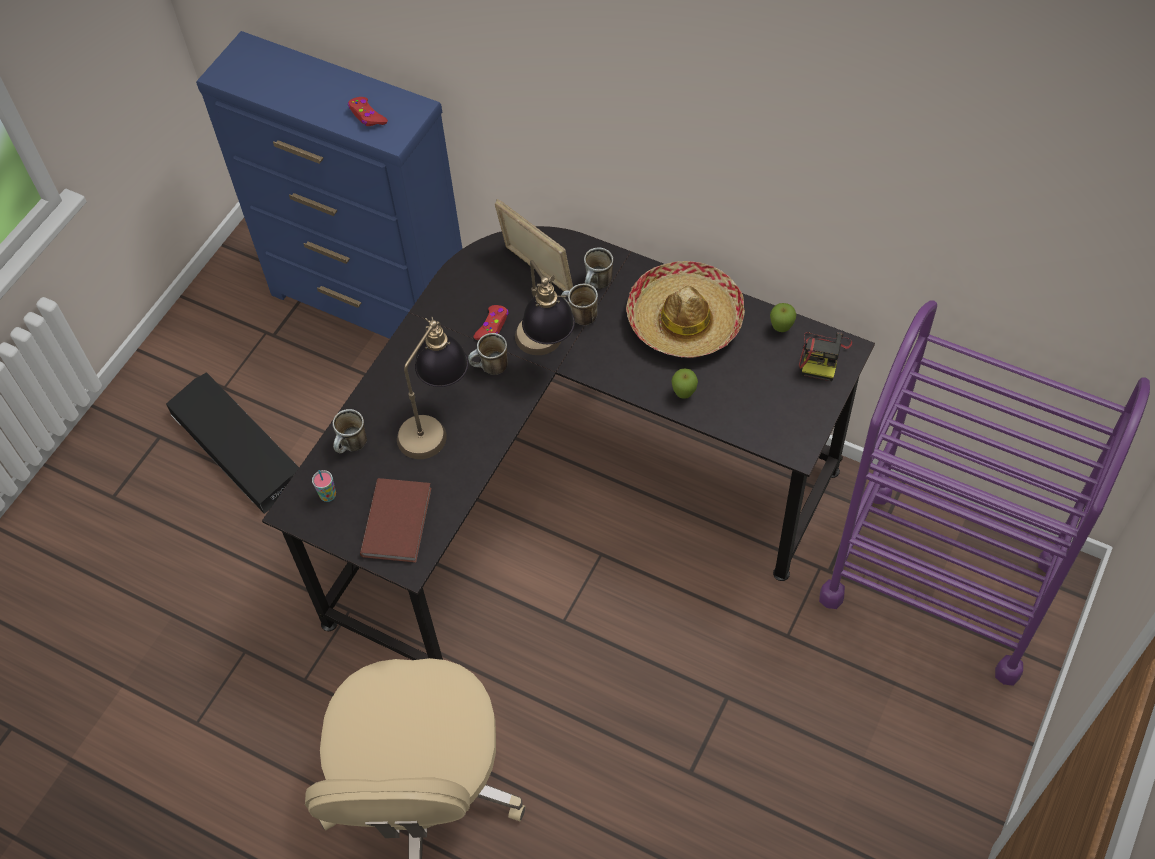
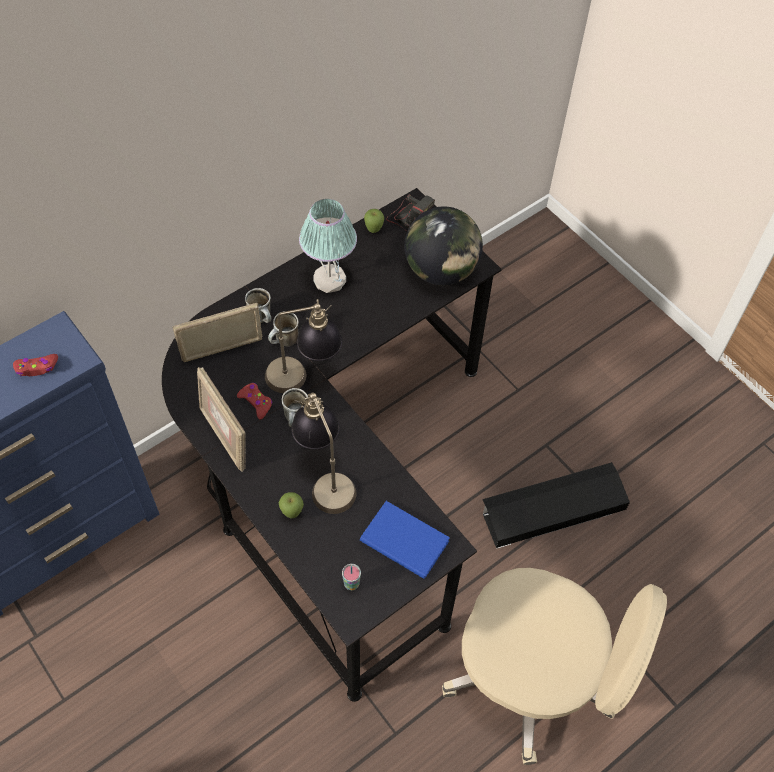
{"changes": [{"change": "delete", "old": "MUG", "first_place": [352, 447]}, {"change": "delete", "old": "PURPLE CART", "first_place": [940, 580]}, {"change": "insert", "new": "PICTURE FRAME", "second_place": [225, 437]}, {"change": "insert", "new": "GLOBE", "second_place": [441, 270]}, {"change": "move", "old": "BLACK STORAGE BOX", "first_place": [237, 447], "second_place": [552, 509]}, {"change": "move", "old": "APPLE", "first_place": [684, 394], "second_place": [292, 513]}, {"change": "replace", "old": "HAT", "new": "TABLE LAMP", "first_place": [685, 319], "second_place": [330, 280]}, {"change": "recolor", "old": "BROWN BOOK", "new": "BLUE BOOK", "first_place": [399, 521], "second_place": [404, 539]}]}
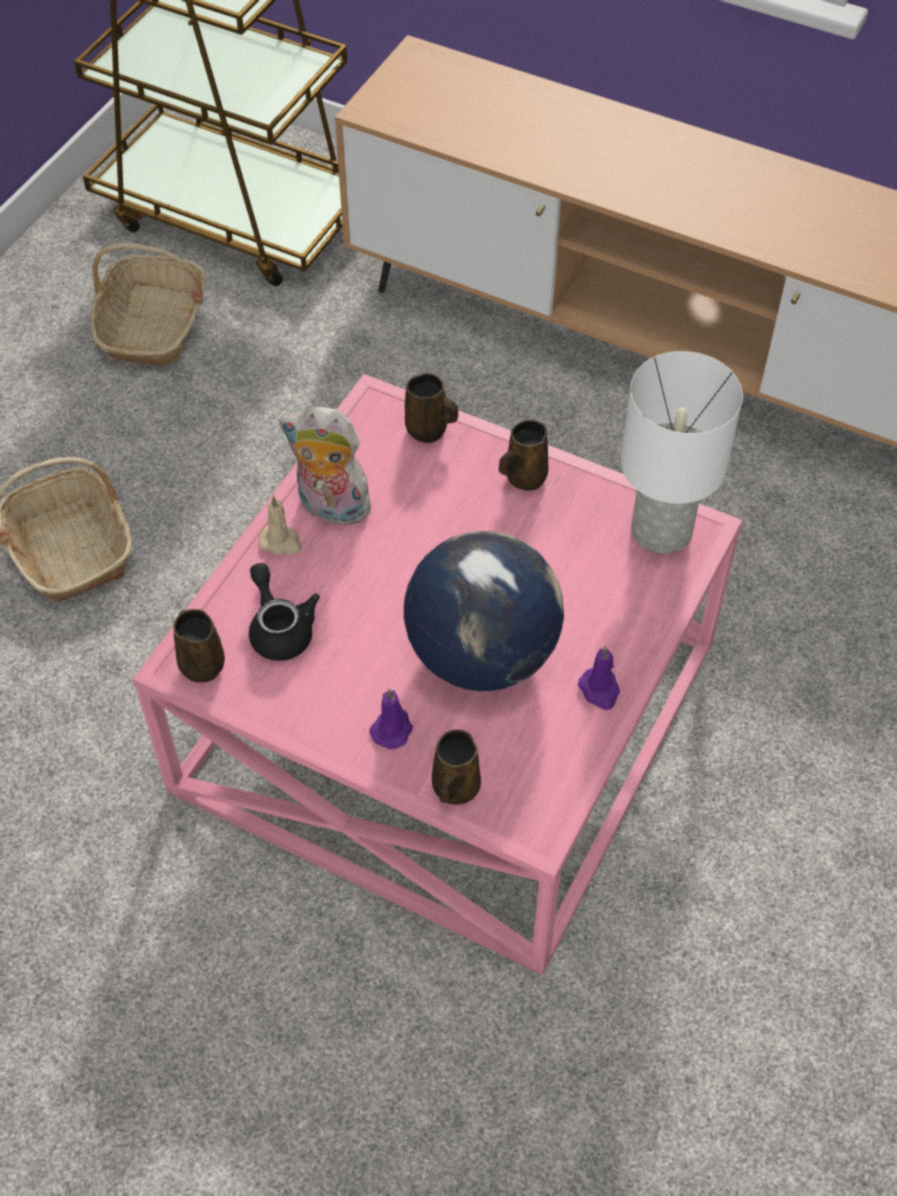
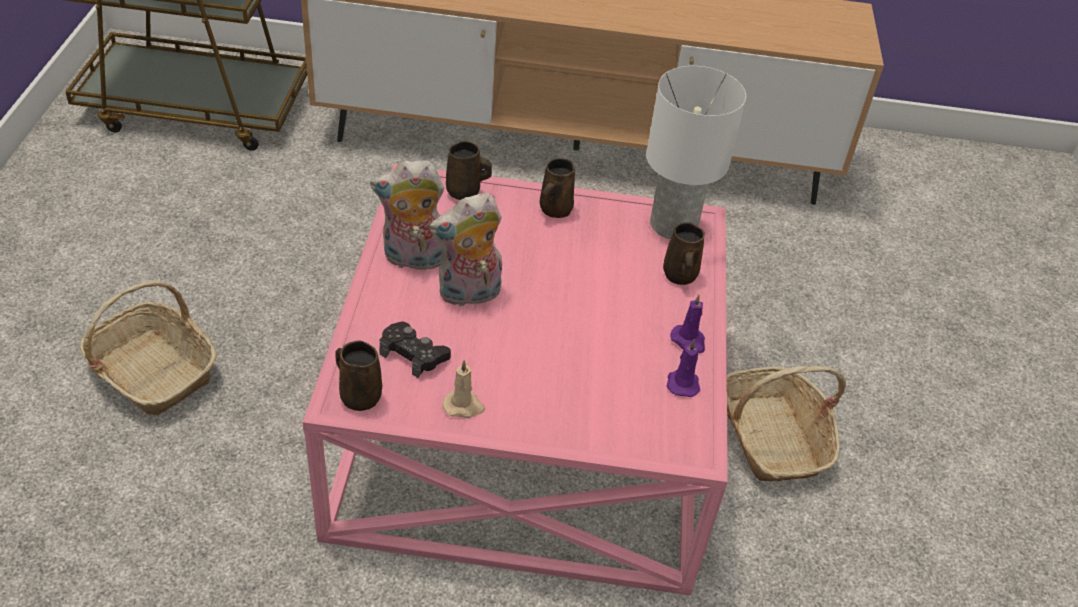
{"changes": [{"change": "delete", "old": "GLOBE", "first_place": [483, 654]}, {"change": "insert", "new": "PLUSH TOY", "second_place": [469, 295]}, {"change": "move", "old": "BASKET", "first_place": [153, 326], "second_place": [772, 438]}, {"change": "move", "old": "BEIGE CANDLE", "first_place": [281, 542], "second_place": [464, 406]}, {"change": "move", "old": "PURPLE CANDLE", "first_place": [392, 729], "second_place": [682, 383]}, {"change": "move", "old": "BROWN MUG", "first_place": [454, 789], "second_place": [679, 276]}, {"change": "replace", "old": "BLACK TEAPOT", "new": "BLACK GAME CONTROLLER", "first_place": [280, 628], "second_place": [413, 354]}]}
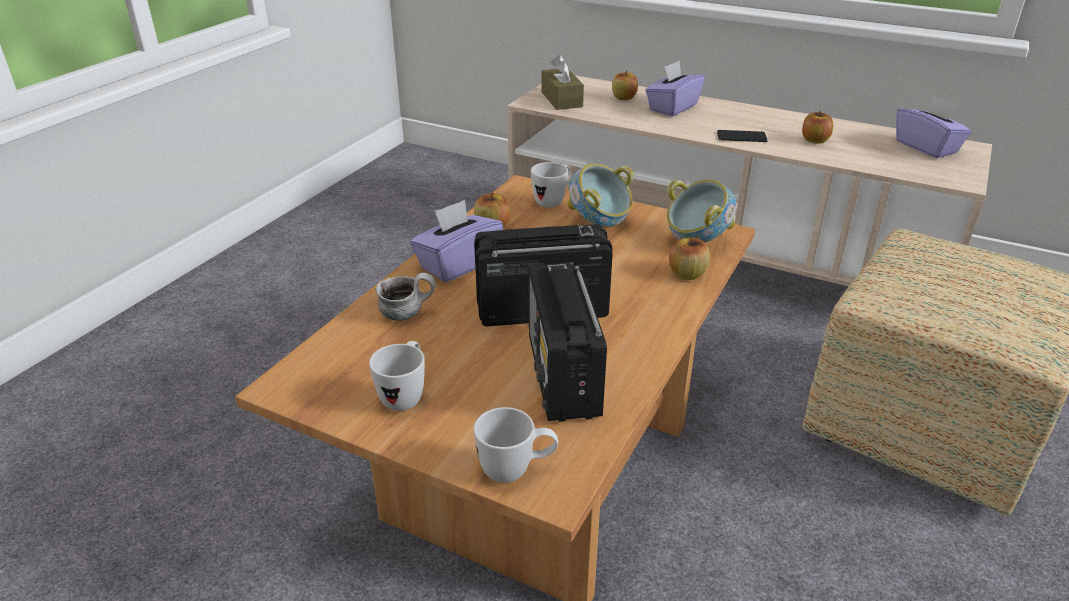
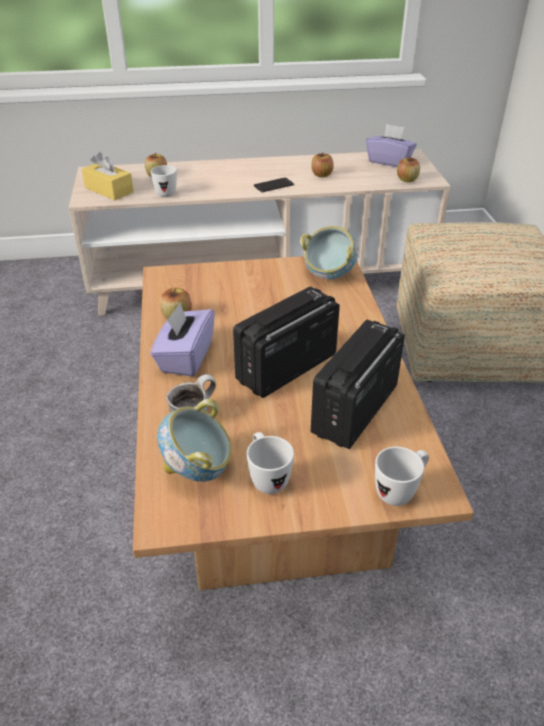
{"changes": [{"change": "delete", "old": "PURPLE TISSUE BOX", "first_place": [672, 107]}, {"change": "move", "old": "WHITE MUG", "first_place": [553, 201], "second_place": [166, 192]}, {"change": "move", "old": "BOWL", "first_place": [599, 224], "second_place": [198, 470]}, {"change": "move", "old": "APPLE", "first_place": [687, 274], "second_place": [407, 180]}, {"change": "recolor", "old": "BROWN TISSUE BOX", "new": "YELLOW TISSUE BOX", "first_place": [561, 99], "second_place": [109, 190]}, {"change": "rotate", "old": "RADIO", "first_place": [563, 376], "second_place": [354, 410], "degrees": 75}]}
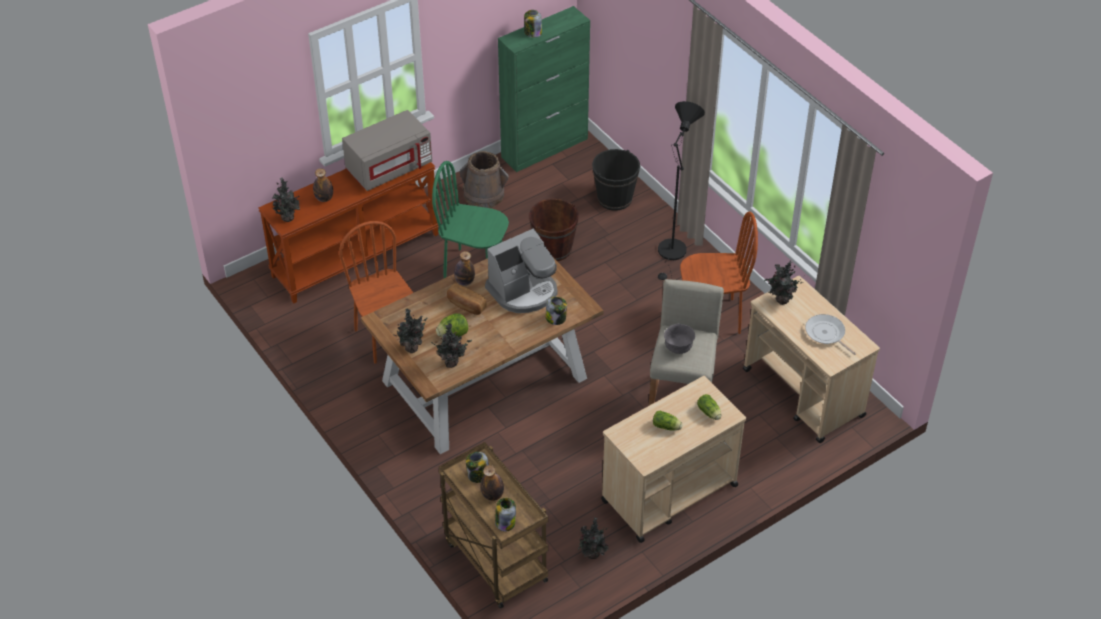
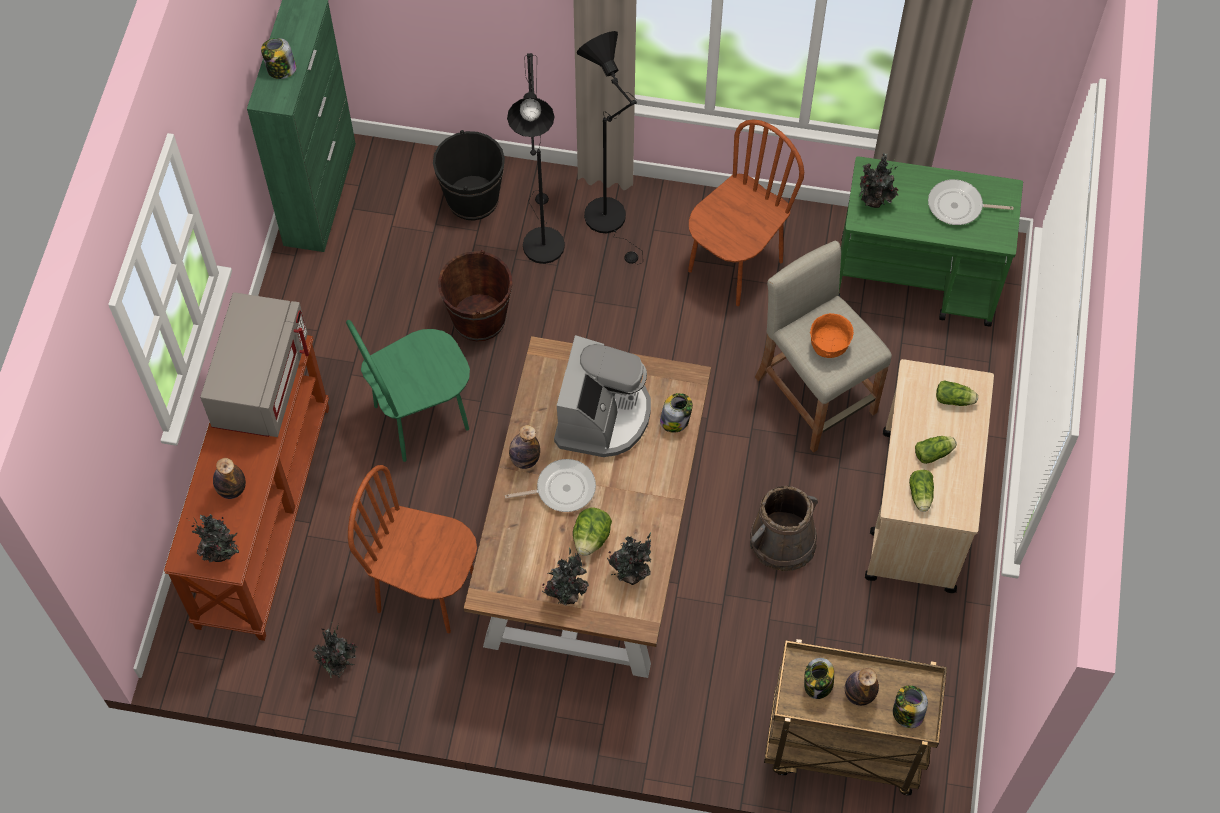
{"changes": [{"change": "insert", "new": "BLACK FLOOR LAMP", "second_place": [541, 238]}, {"change": "insert", "new": "LETTUCE", "second_place": [920, 496]}, {"change": "move", "old": "BROWN BUCKET", "first_place": [484, 195], "second_place": [782, 541]}, {"change": "move", "old": "POTTED PLANT", "first_place": [592, 555], "second_place": [338, 665]}, {"change": "replace", "old": "BREAD", "new": "FRYING PAN", "first_place": [466, 305], "second_place": [562, 489]}, {"change": "recolor", "old": "GREY BOWL", "new": "ORANGE BOWL", "first_place": [678, 348], "second_place": [829, 346]}, {"change": "recolor", "old": "BEIGE CART", "new": "GREEN CART", "first_place": [803, 394], "second_place": [916, 281]}]}
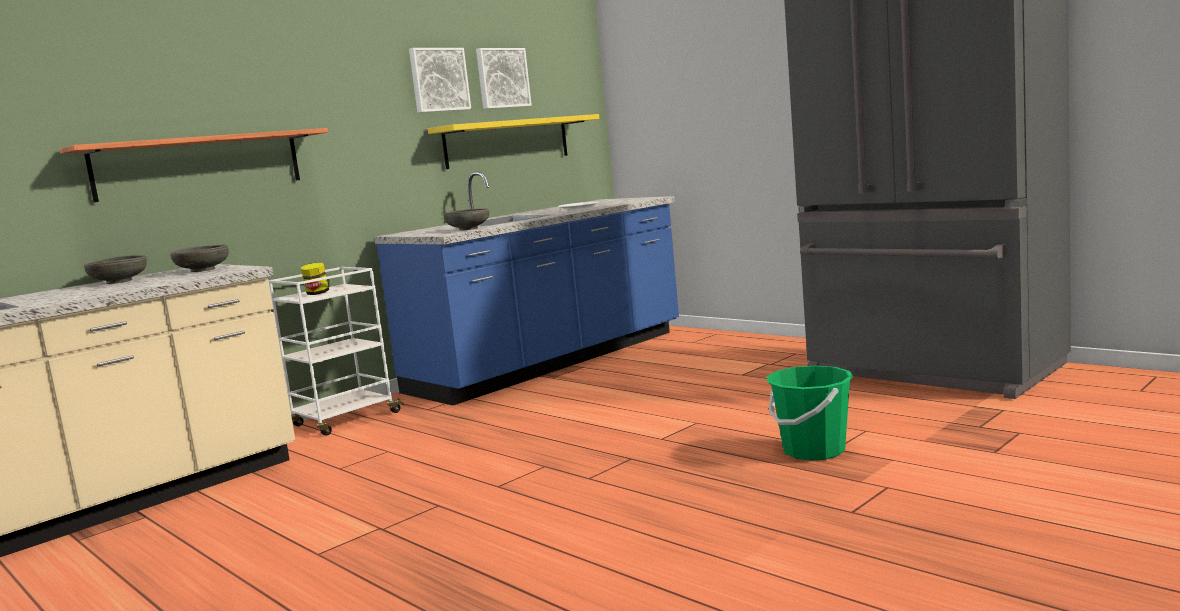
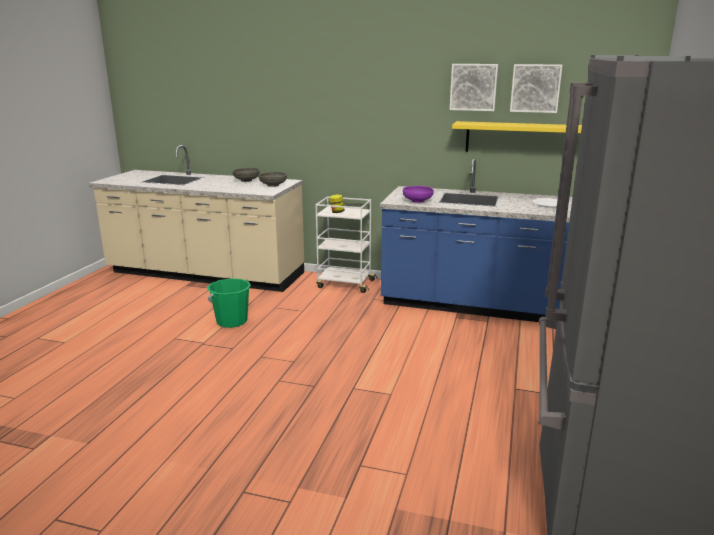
{"changes": [{"change": "delete", "old": "SHELF", "first_place": [199, 164]}, {"change": "move", "old": "GREEN BUCKET", "first_place": [813, 450], "second_place": [231, 321]}, {"change": "recolor", "old": "GREY BOWL", "new": "PURPLE BOWL", "first_place": [468, 229], "second_place": [417, 201]}]}
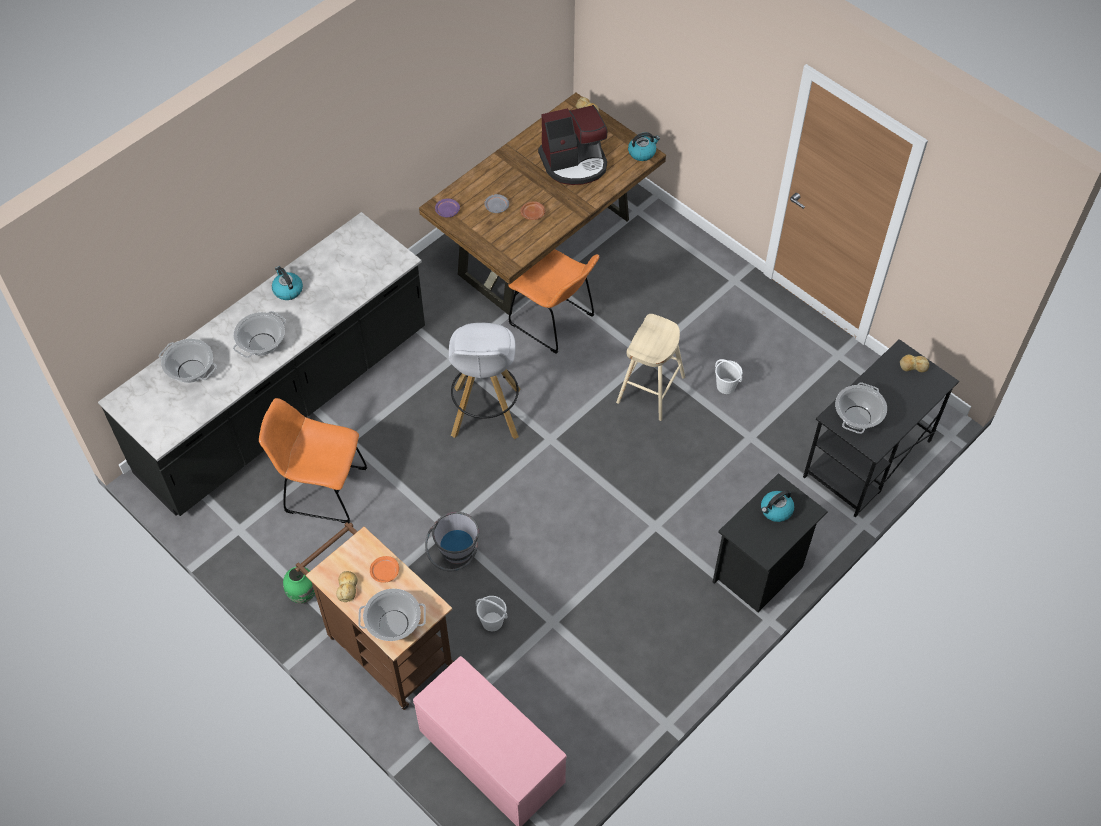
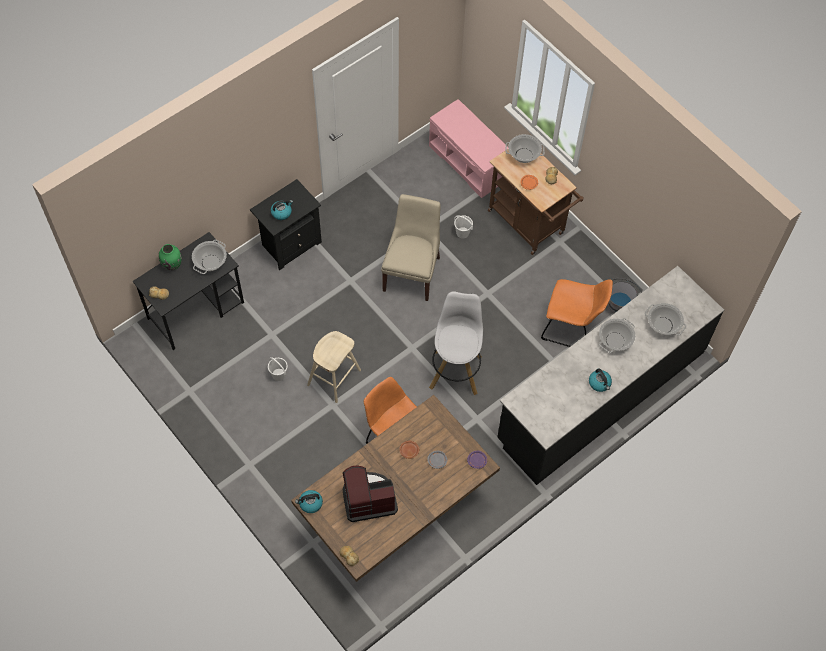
{"changes": [{"change": "insert", "new": "BEIGE CHAIR", "second_place": [412, 272]}, {"change": "move", "old": "GREEN VASE", "first_place": [302, 595], "second_place": [172, 264]}, {"change": "move", "old": "GREY BUCKET", "first_place": [455, 556], "second_place": [620, 302]}]}
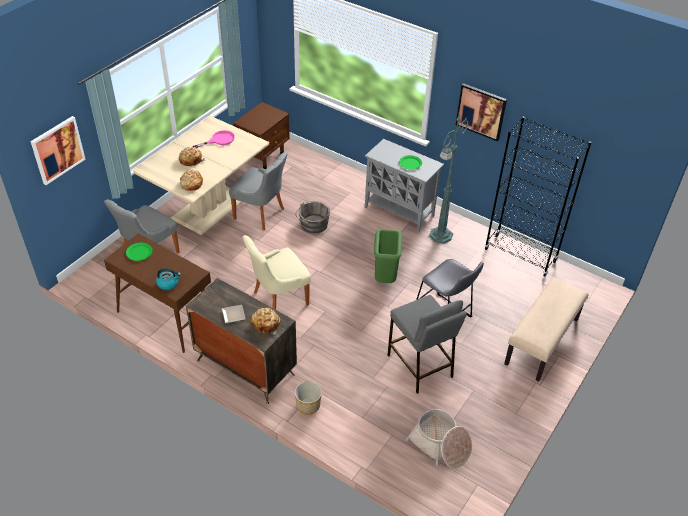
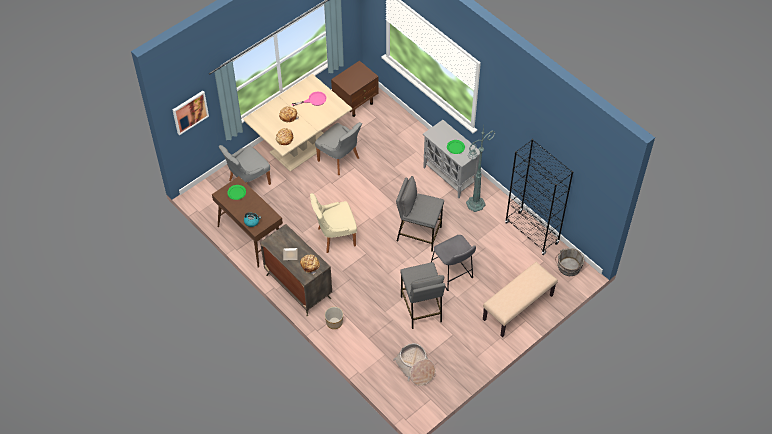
{"changes": [{"change": "delete", "old": "PICTURE", "first_place": [481, 111]}, {"change": "move", "old": "GREY BUCKET", "first_place": [313, 225], "second_place": [568, 267]}, {"change": "replace", "old": "GREEN TRASH CAN", "new": "GREY STOOL", "first_place": [384, 278], "second_place": [418, 234]}]}
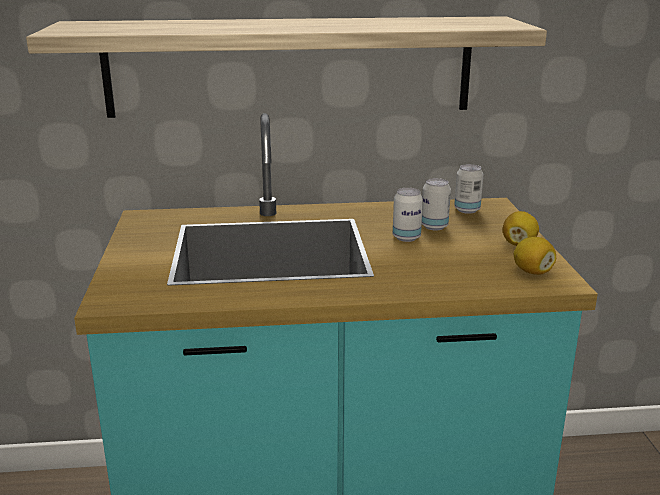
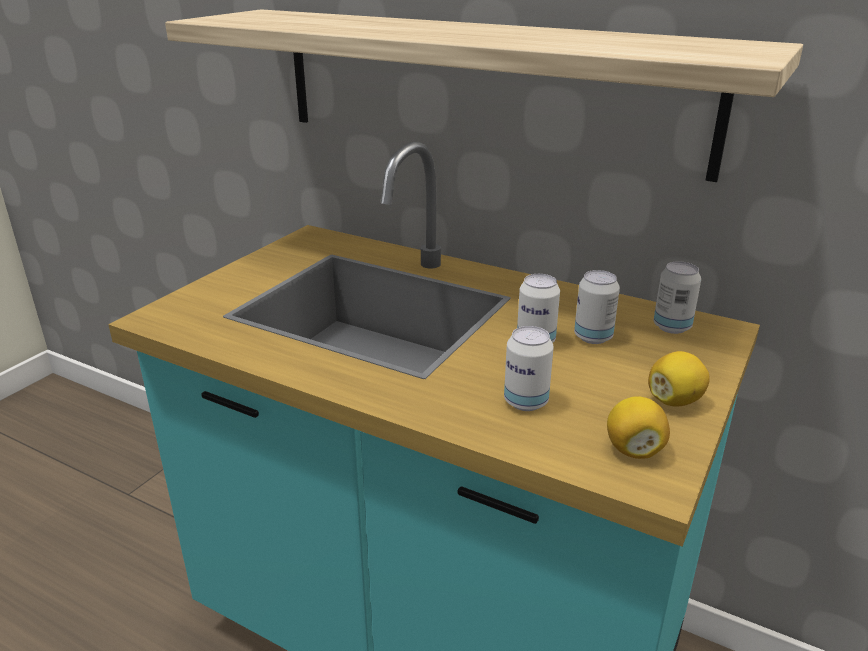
{"changes": [{"change": "insert", "new": "CAN", "second_place": [525, 402]}]}
